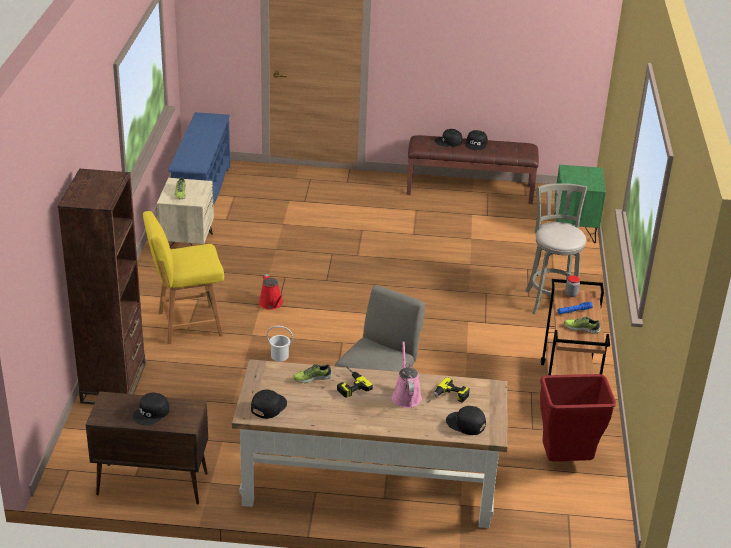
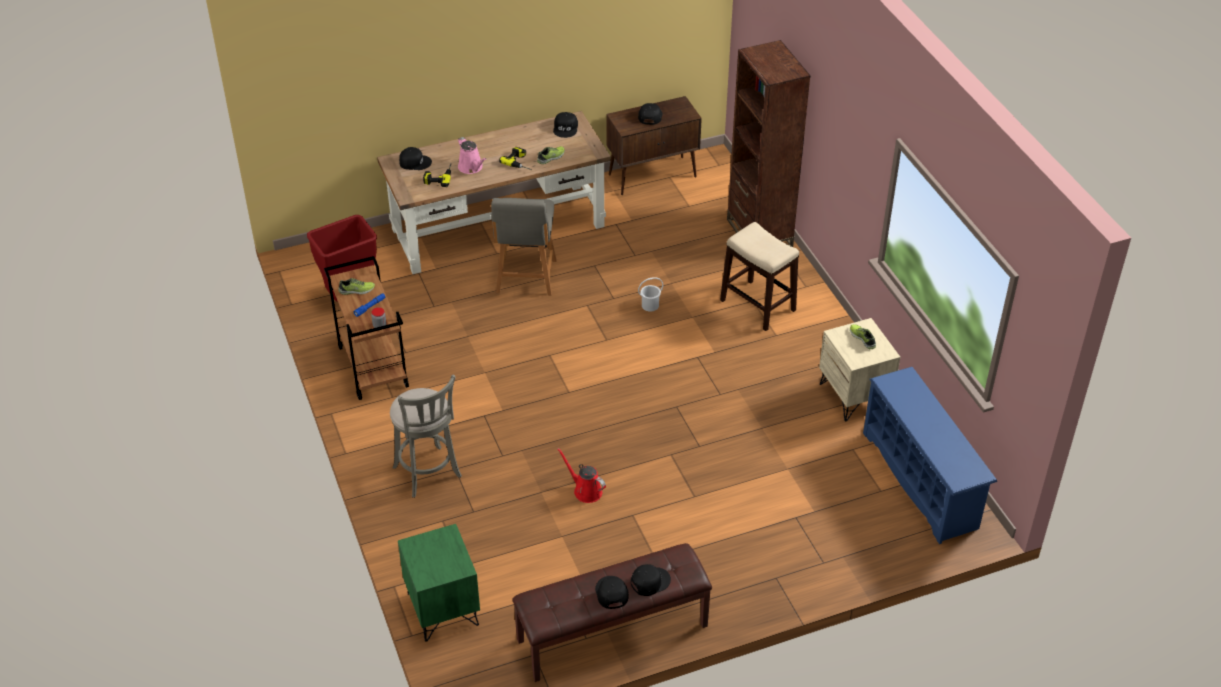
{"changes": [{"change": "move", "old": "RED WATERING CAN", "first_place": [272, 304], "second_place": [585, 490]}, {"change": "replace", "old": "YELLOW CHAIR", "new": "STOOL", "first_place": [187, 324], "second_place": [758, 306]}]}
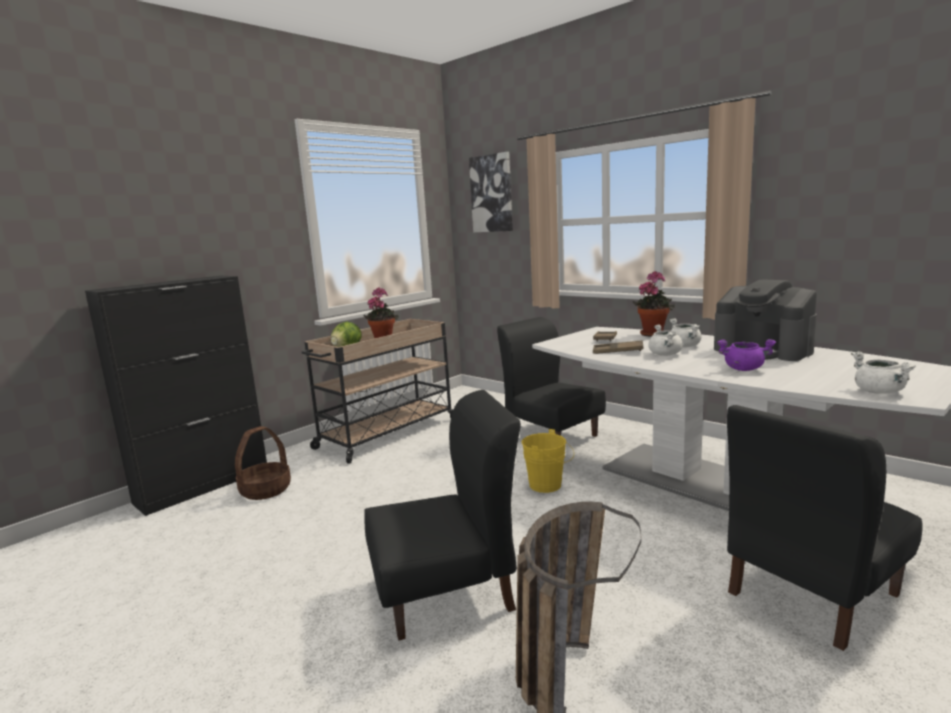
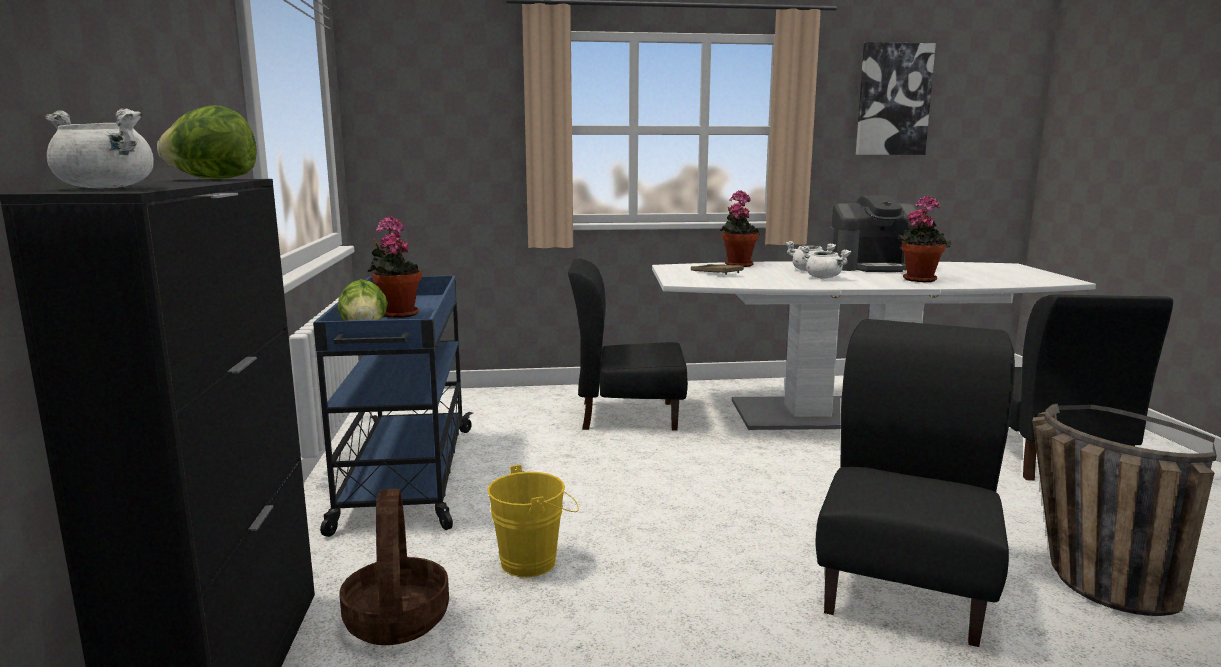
{"changes": [{"change": "delete", "old": "BROWN TRAY", "first_place": [618, 351]}, {"change": "insert", "new": "LETTUCE", "second_place": [214, 179]}, {"change": "move", "old": "PICTURE", "first_place": [492, 193], "second_place": [893, 100]}, {"change": "move", "old": "YELLOW BUCKET", "first_place": [548, 486], "second_place": [534, 561]}, {"change": "move", "old": "WHITE COOKING POT", "first_place": [879, 392], "second_place": [107, 188]}, {"change": "replace", "old": "PURPLE COOKING POT", "new": "POTTED PLANT", "first_place": [744, 369], "second_place": [919, 279]}, {"change": "recolor", "old": "BEIGE CART", "new": "BLUE CART", "first_place": [387, 434], "second_place": [407, 477]}]}
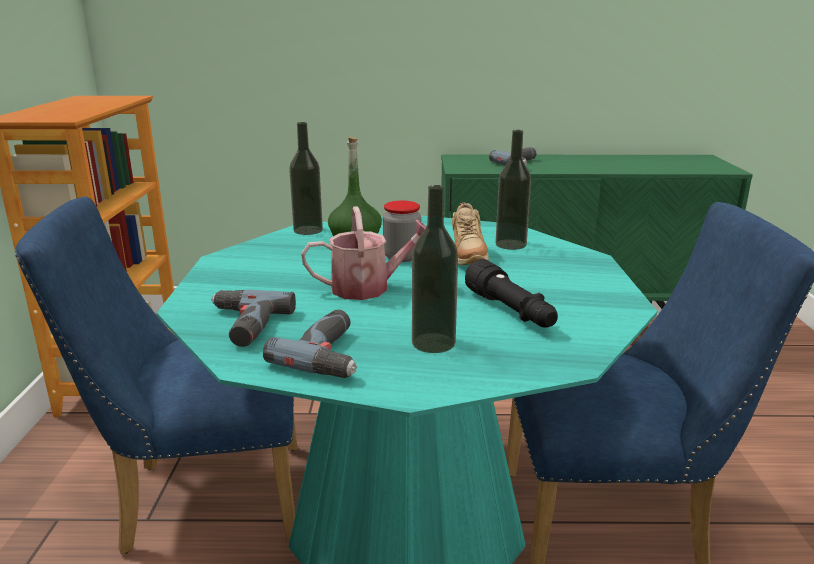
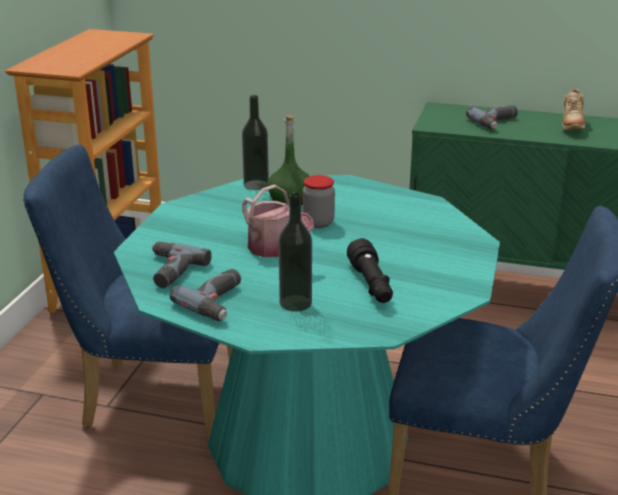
{"changes": [{"change": "delete", "old": "BOTTLE", "first_place": [510, 244]}, {"change": "move", "old": "BEIGE SHOE", "first_place": [468, 258], "second_place": [571, 127]}, {"change": "rotate", "old": "WATERING CAN", "first_place": [368, 288], "second_place": [275, 249], "degrees": 45}]}
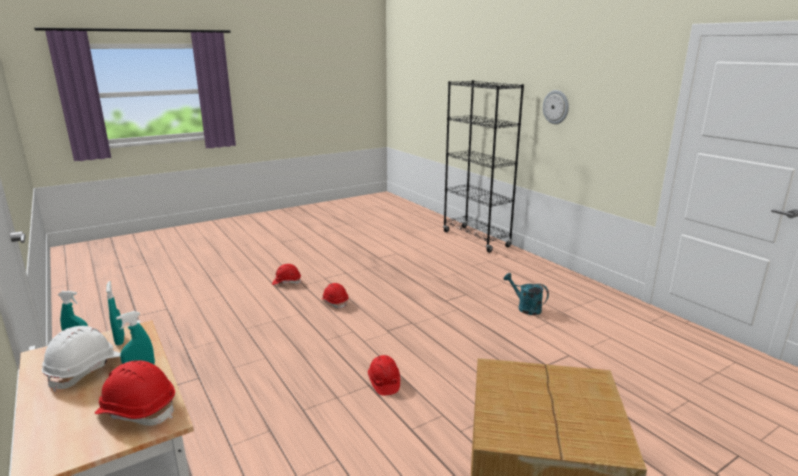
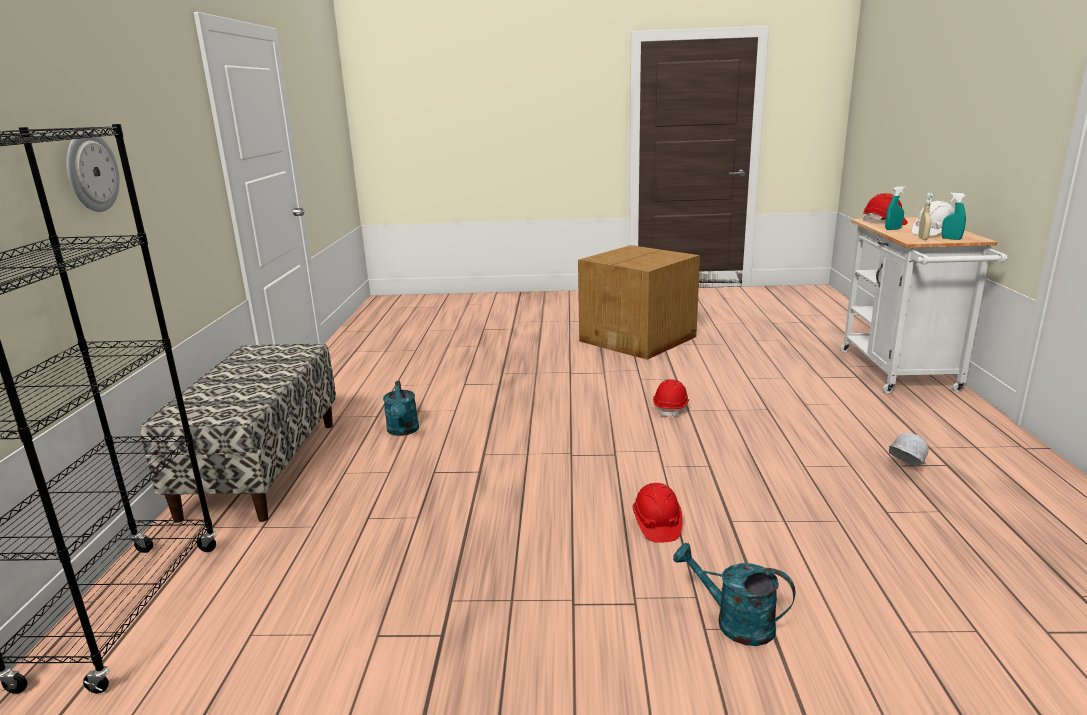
{"changes": [{"change": "insert", "new": "BENCH", "second_place": [262, 467]}, {"change": "insert", "new": "WHITE HARD HAT", "second_place": [903, 469]}, {"change": "replace", "old": "RED HARD HAT", "new": "TURQUOISE WATERING CAN", "first_place": [286, 282], "second_place": [734, 623]}, {"change": "recolor", "old": "TURQUOISE SPRAY BOTTLE", "new": "BEIGE SPRAY BOTTLE", "first_place": [120, 340], "second_place": [923, 238]}]}
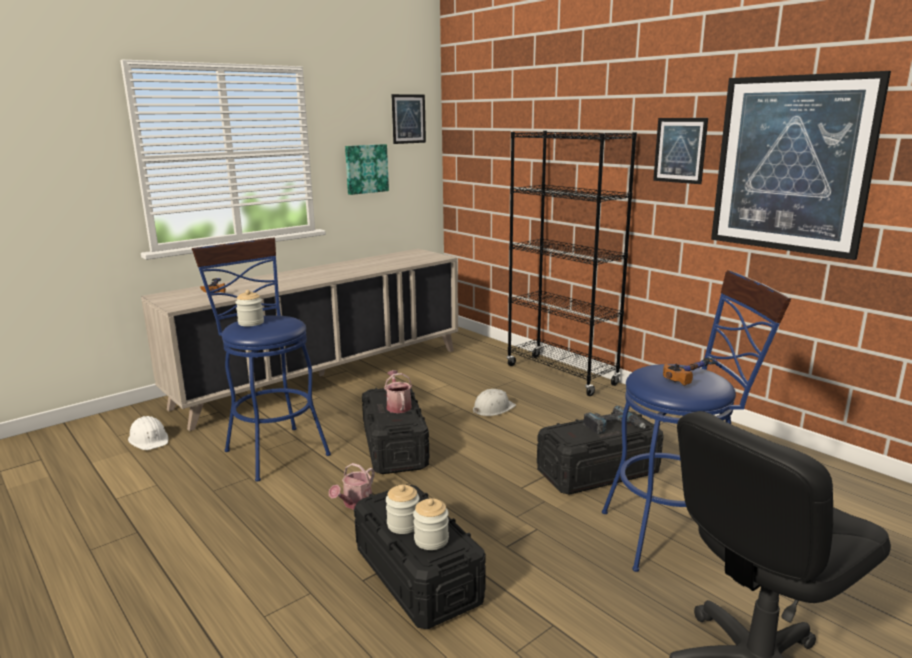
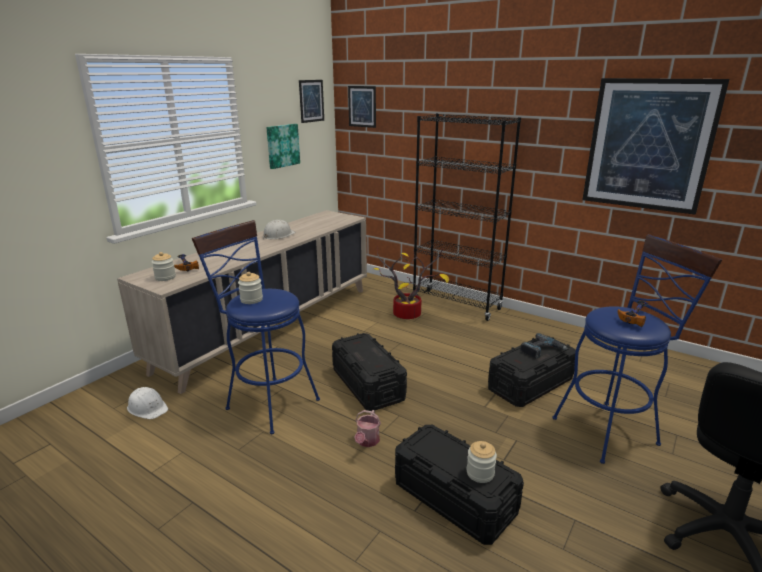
{"changes": [{"change": "delete", "old": "WATERING CAN", "first_place": [398, 406]}, {"change": "insert", "new": "POTTED PLANT", "second_place": [409, 313]}, {"change": "move", "old": "JAR", "first_place": [403, 524], "second_place": [165, 277]}, {"change": "move", "old": "WHITE HARD HAT", "first_place": [493, 409], "second_place": [278, 235]}, {"change": "move", "old": "PICTURE", "first_place": [680, 150], "second_place": [362, 106]}]}
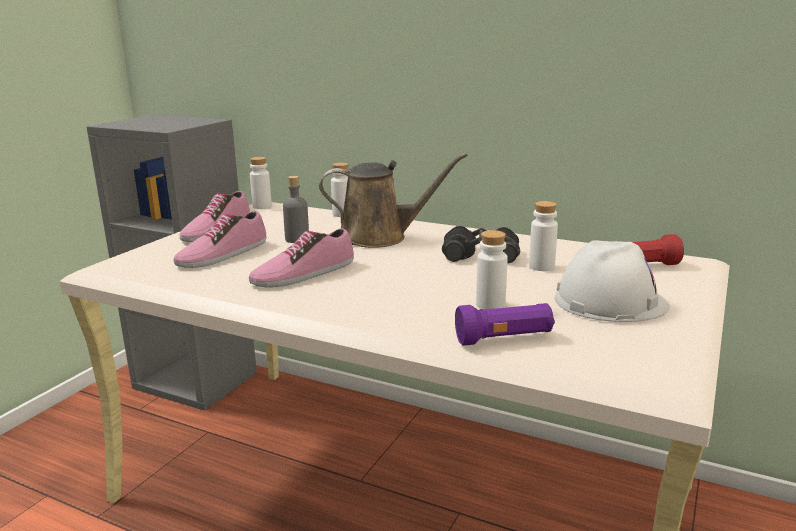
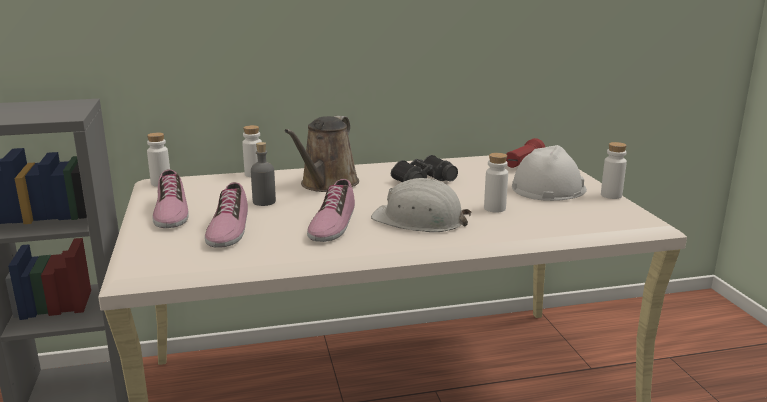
{"changes": [{"change": "delete", "old": "PURPLE FLASHLIGHT", "first_place": [504, 339]}, {"change": "insert", "new": "WHITE HARD HAT", "second_place": [419, 220]}, {"change": "move", "old": "WHITE BOTTLE", "first_place": [541, 266], "second_place": [611, 195]}, {"change": "rotate", "old": "BROWN WATERING CAN", "first_place": [380, 237], "second_place": [327, 184], "degrees": 150}]}
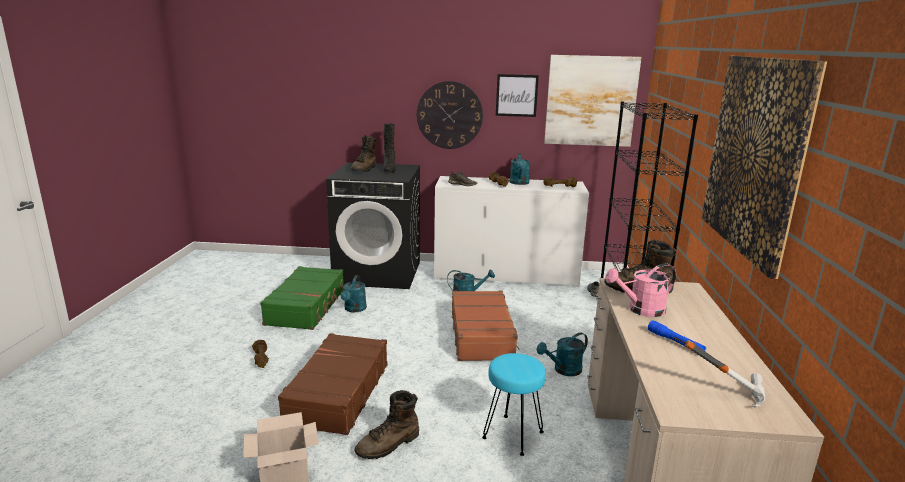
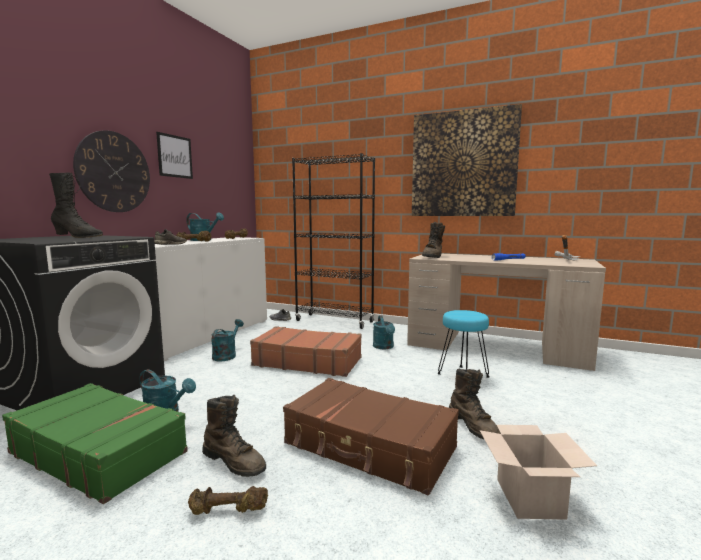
{"changes": [{"change": "delete", "old": "PICTURE", "first_place": [590, 101]}, {"change": "delete", "old": "PINK WATERING CAN", "first_place": [640, 310]}, {"change": "move", "old": "BROWN BOOT", "first_place": [364, 169], "second_place": [234, 462]}]}
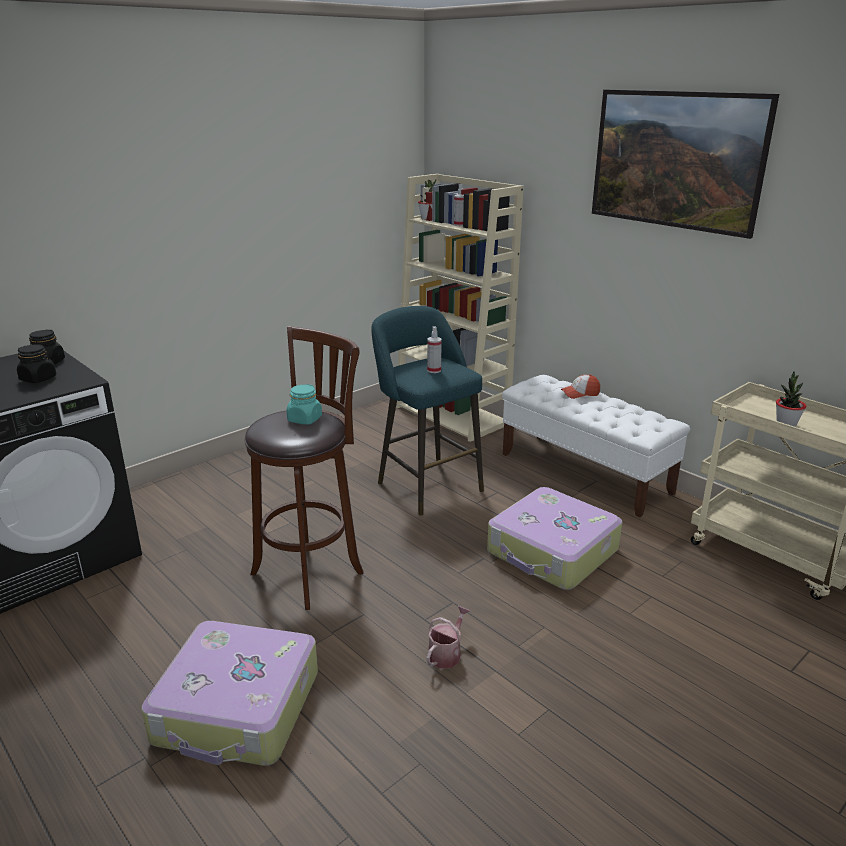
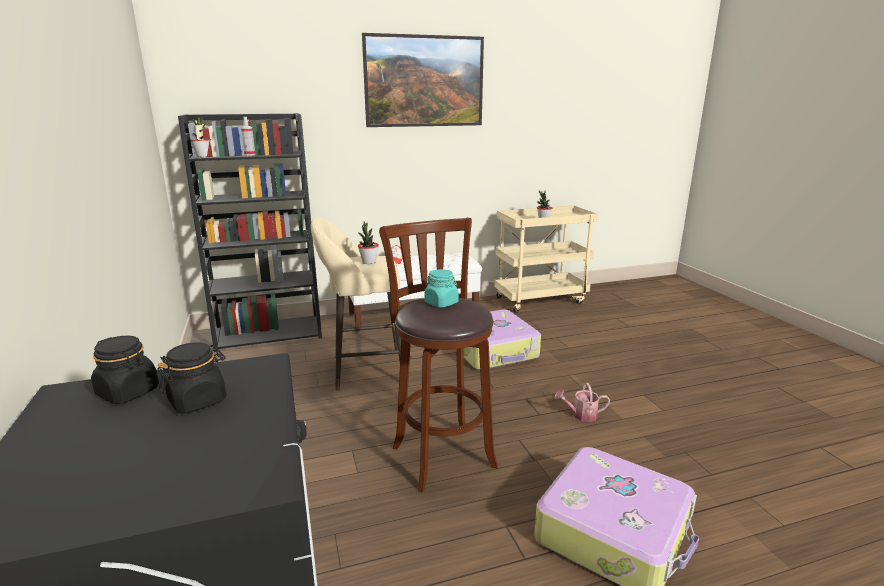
{"changes": [{"change": "replace", "old": "SPRAY BOTTLE", "new": "POTTED PLANT", "first_place": [434, 370], "second_place": [369, 262]}, {"change": "recolor", "old": "TURQUOISE STOOL", "new": "BEIGE STOOL", "first_place": [426, 484], "second_place": [363, 370]}, {"change": "recolor", "old": "BEIGE BOOKCASE", "new": "BLACK BOOKCASE", "first_place": [453, 415], "second_place": [270, 333]}, {"change": "rotate", "old": "WATERING CAN", "first_place": [447, 653], "second_place": [581, 415], "degrees": -60}]}
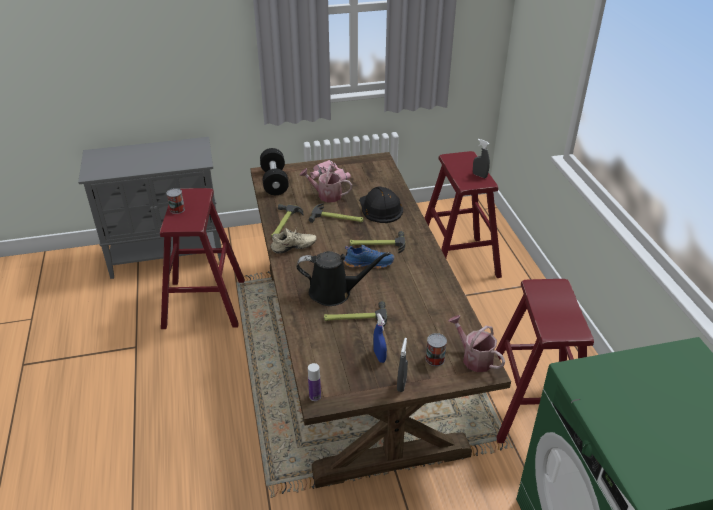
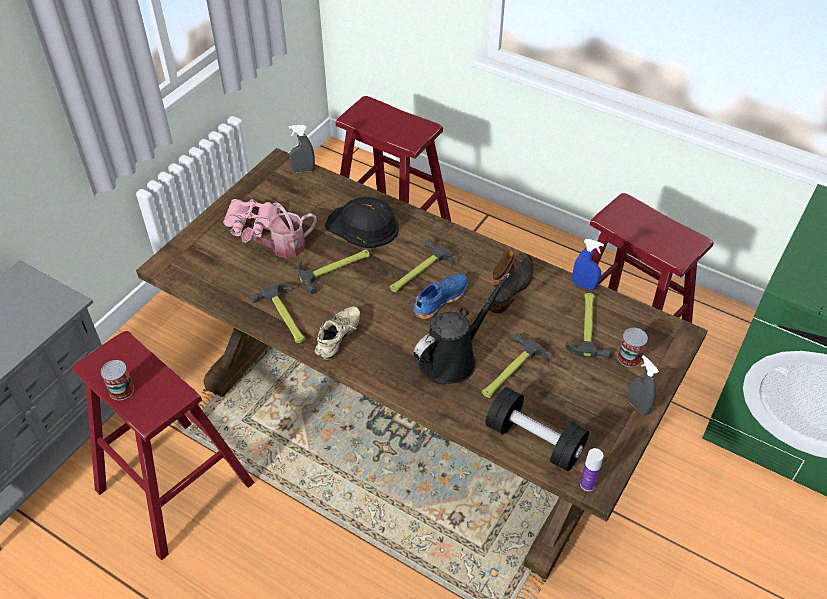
{"changes": [{"change": "delete", "old": "WATERING CAN", "first_place": [474, 358]}, {"change": "insert", "new": "BOOT", "second_place": [511, 287]}, {"change": "insert", "new": "HAMMER", "second_place": [588, 326]}, {"change": "move", "old": "BLACK DUMBBELL", "first_place": [274, 181], "second_place": [534, 441]}, {"change": "move", "old": "BLUE SPRAY BOTTLE", "first_place": [379, 356], "second_place": [584, 285]}, {"change": "move", "old": "GREY SPRAY BOTTLE", "first_place": [479, 175], "second_place": [303, 170]}]}
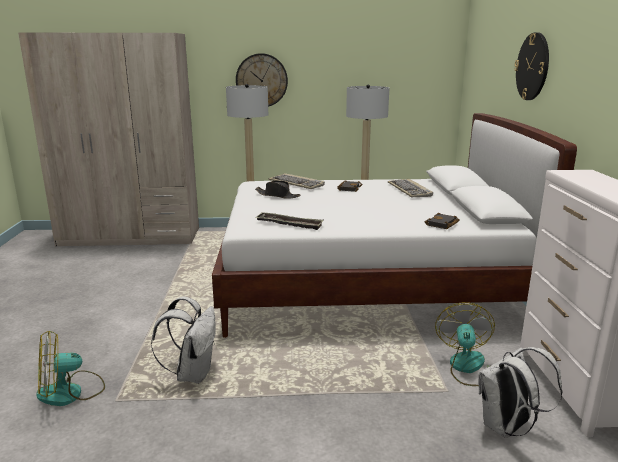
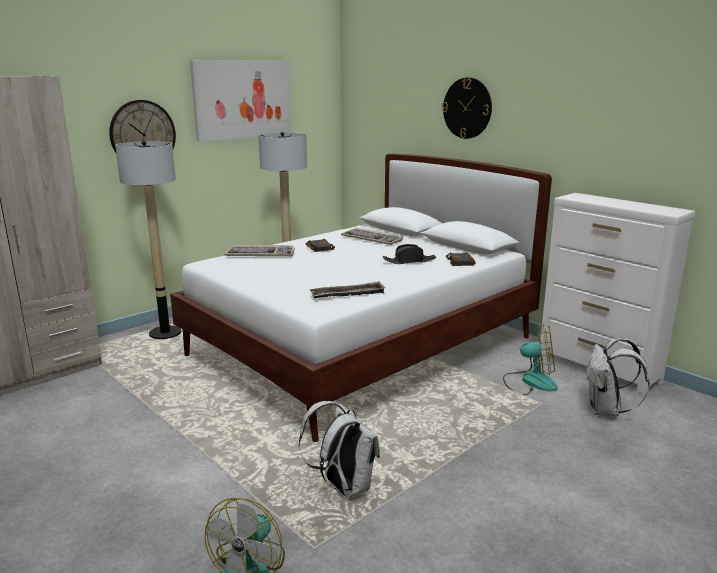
{"changes": [{"change": "insert", "new": "PICTURE", "second_place": [243, 99]}, {"change": "move", "old": "BLACK HAT", "first_place": [277, 195], "second_place": [409, 261]}, {"change": "rotate", "old": "FAN", "first_place": [469, 368], "second_place": [530, 382], "degrees": 135}]}
